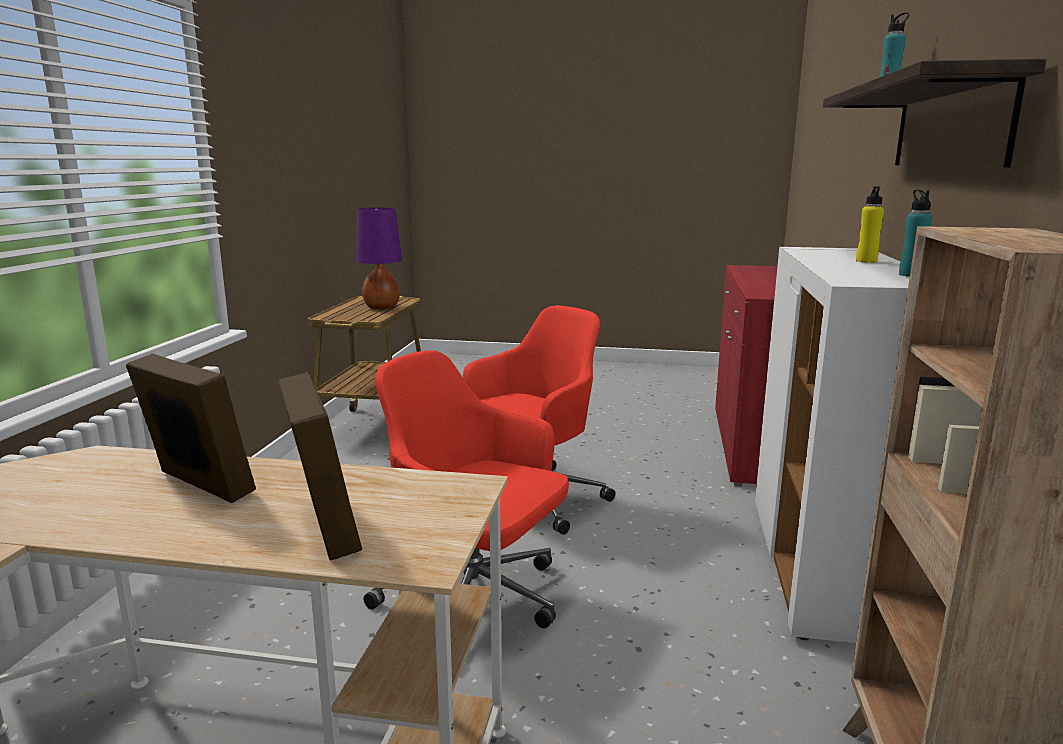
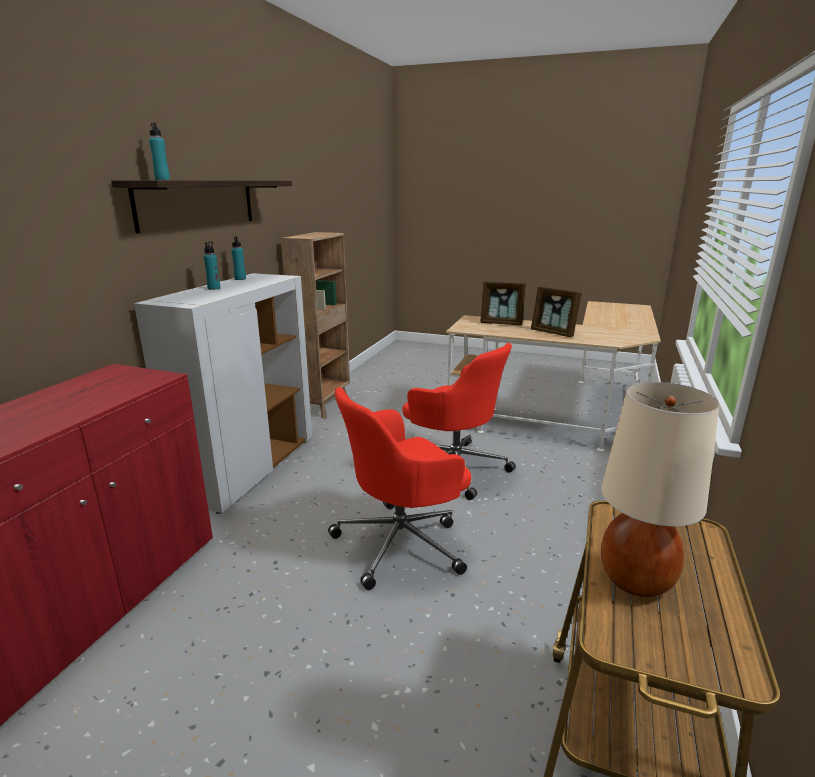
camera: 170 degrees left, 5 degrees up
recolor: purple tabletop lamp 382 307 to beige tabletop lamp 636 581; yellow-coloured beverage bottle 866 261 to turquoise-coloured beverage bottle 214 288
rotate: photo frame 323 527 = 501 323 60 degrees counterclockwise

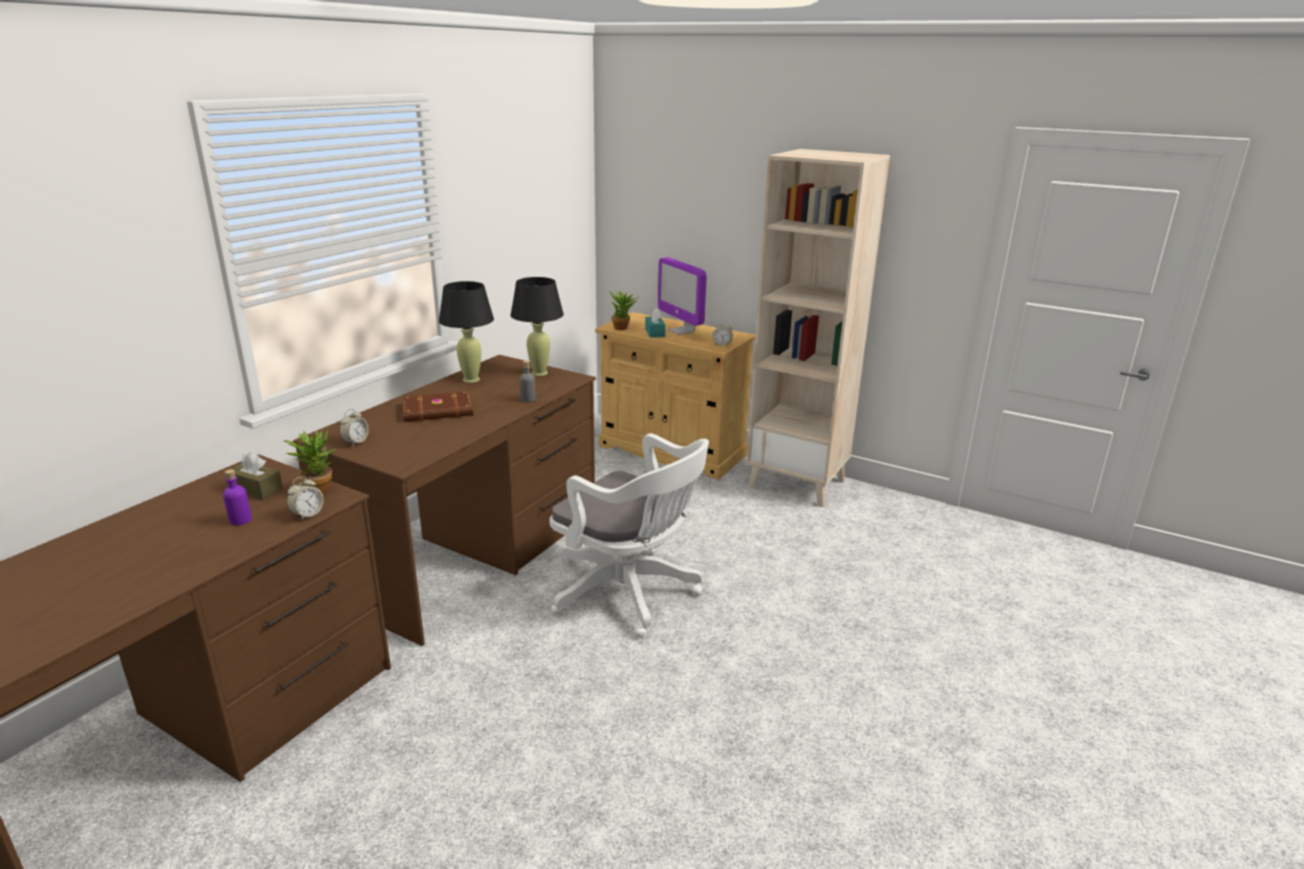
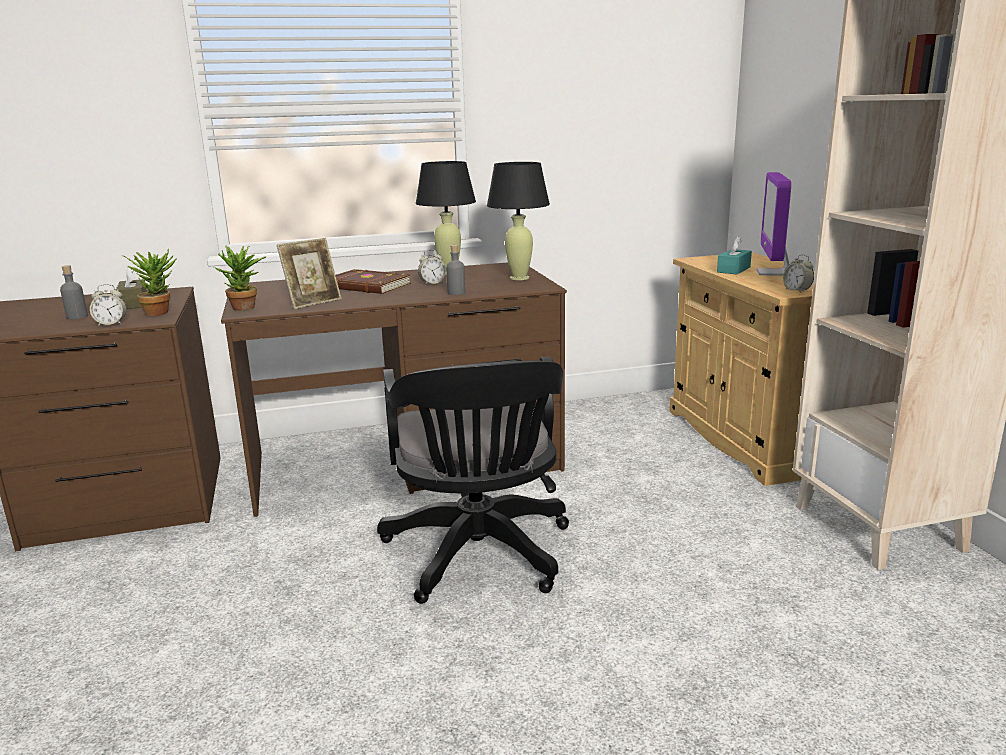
camera: 45 degrees right, 5 degrees down
insert: photo frame 313 303
move: alarm clock 355 442 to 432 283; plant in a pot 623 328 to 246 309
recolor: purple beverage bottle 240 520 to greyish beverage bottle 77 316; white computer chair 630 593 to black computer chair 479 557

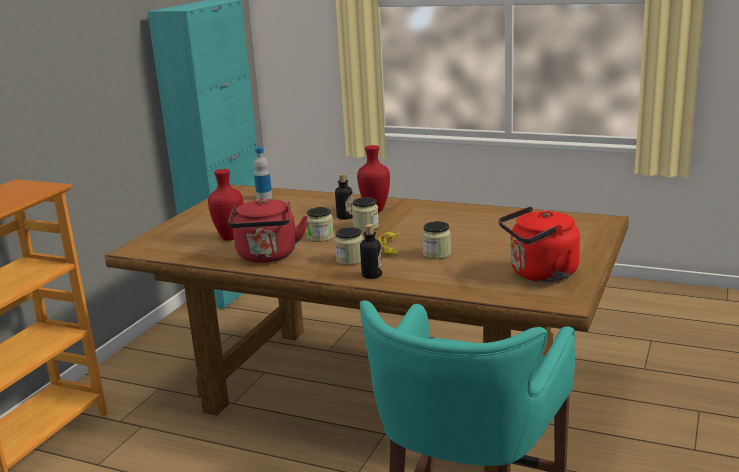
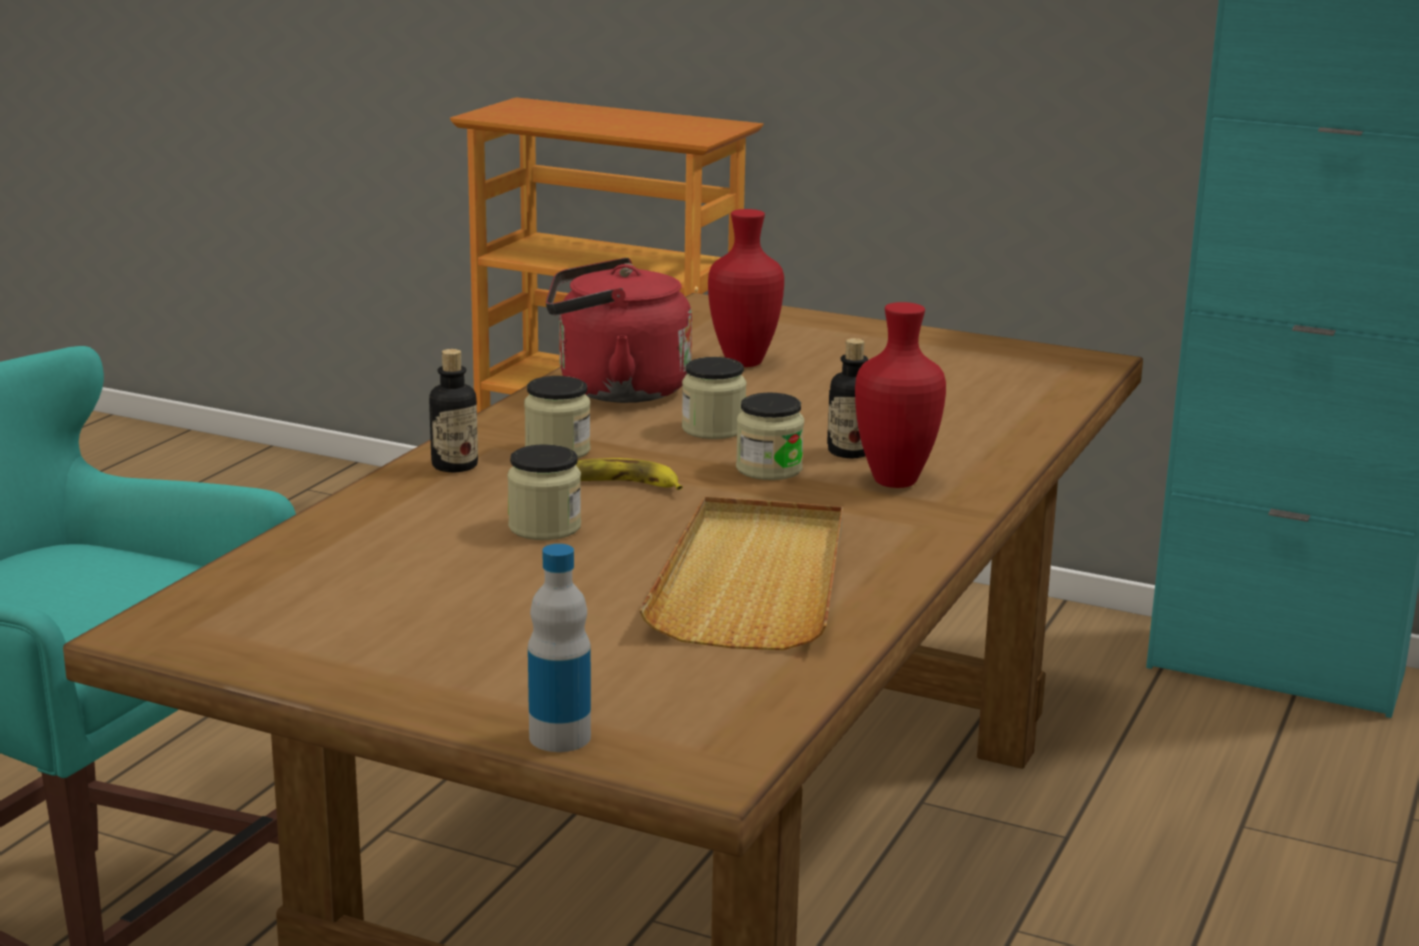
camera: 90 degrees right, 0 degrees up
delete: red kettle 540 274
insert: beige tray 753 581
move: beverage bottle 264 197 to 560 737

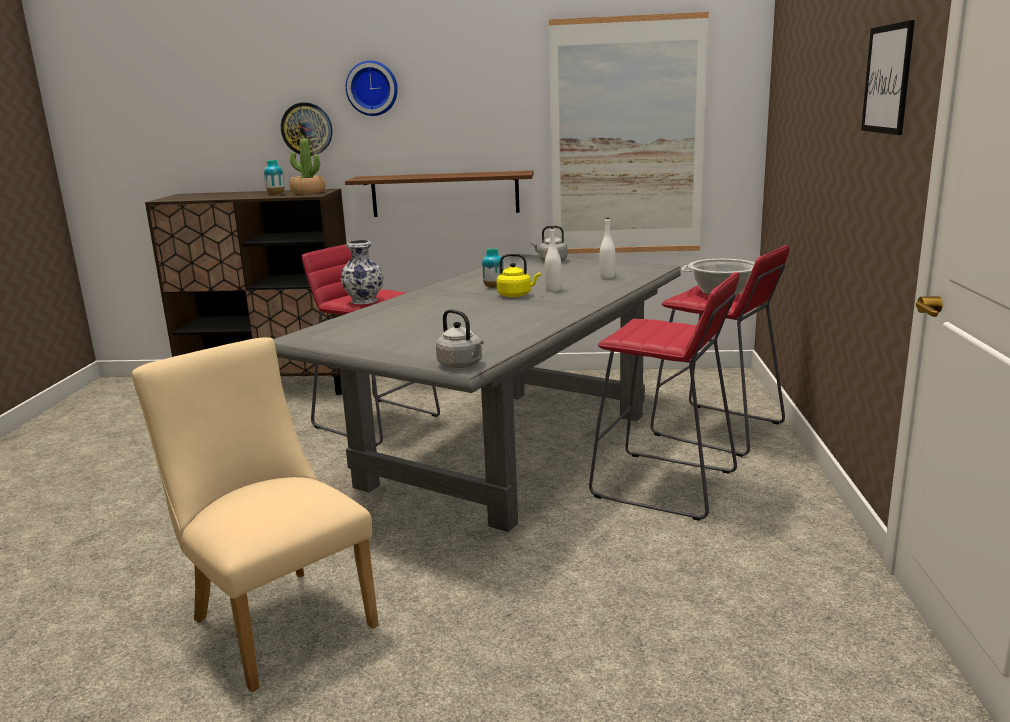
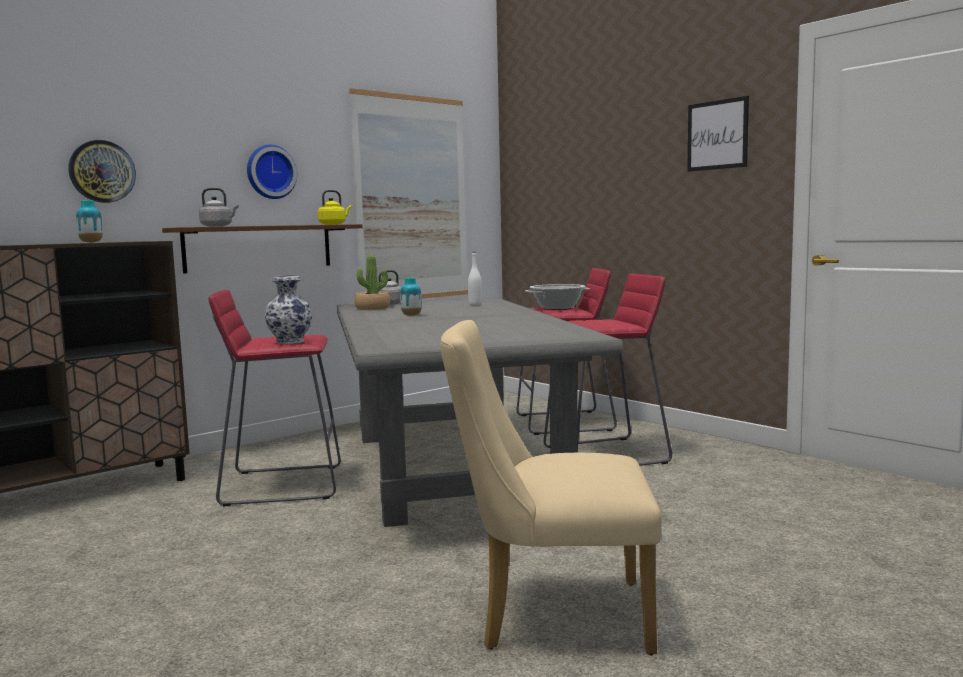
camera: 45 degrees left, 10 degrees down
delete: white beverage bottle 553 290
move: plant in a pot 308 192 to 372 308; hanging clock 372 88 to 270 172; greyish kettle 462 365 to 218 226; yellow-coloured kettle 516 295 to 333 224

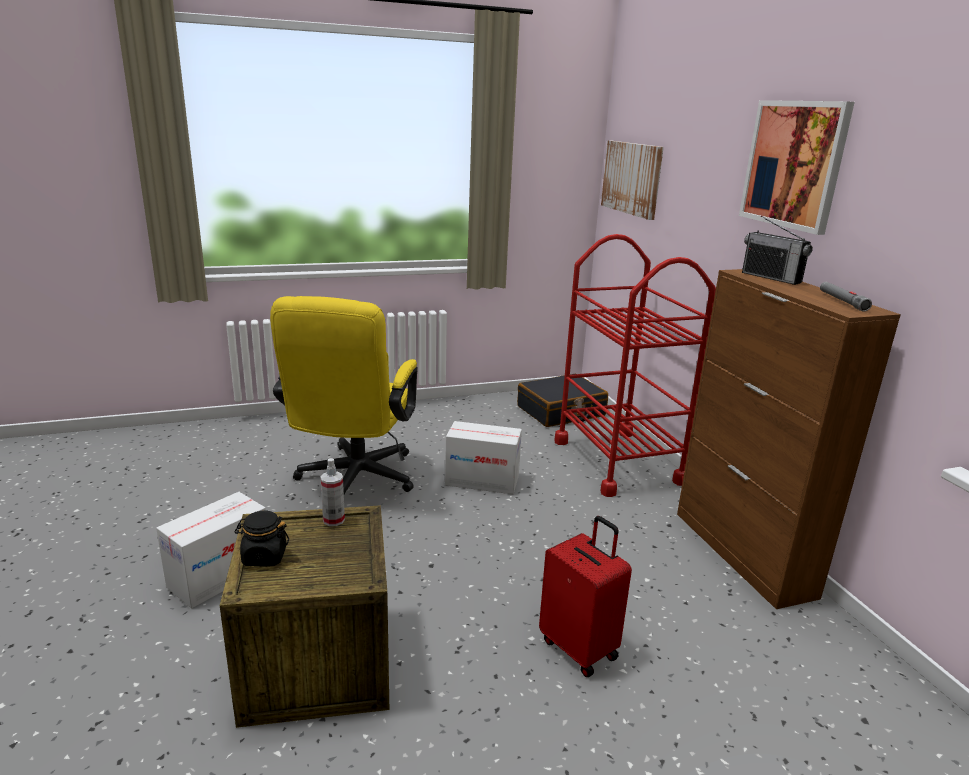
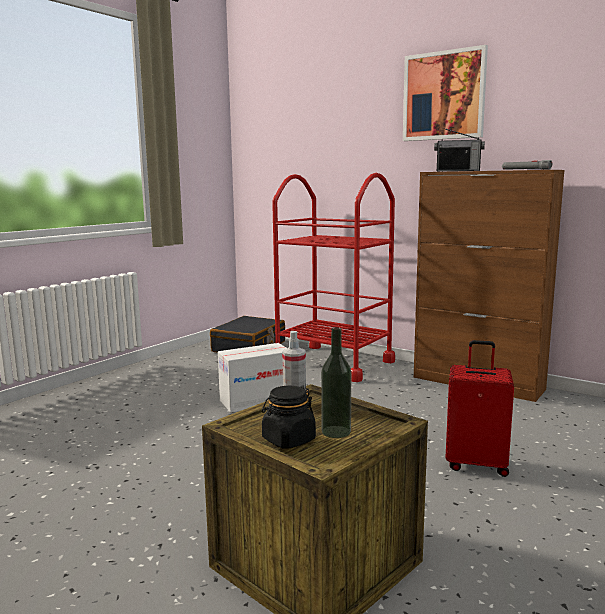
camera: 35 degrees left, 10 degrees down
delete: packing box 220 576; yellow-coloured computer chair 353 482; wall picture 632 178
insert: beverage bottle 336 432

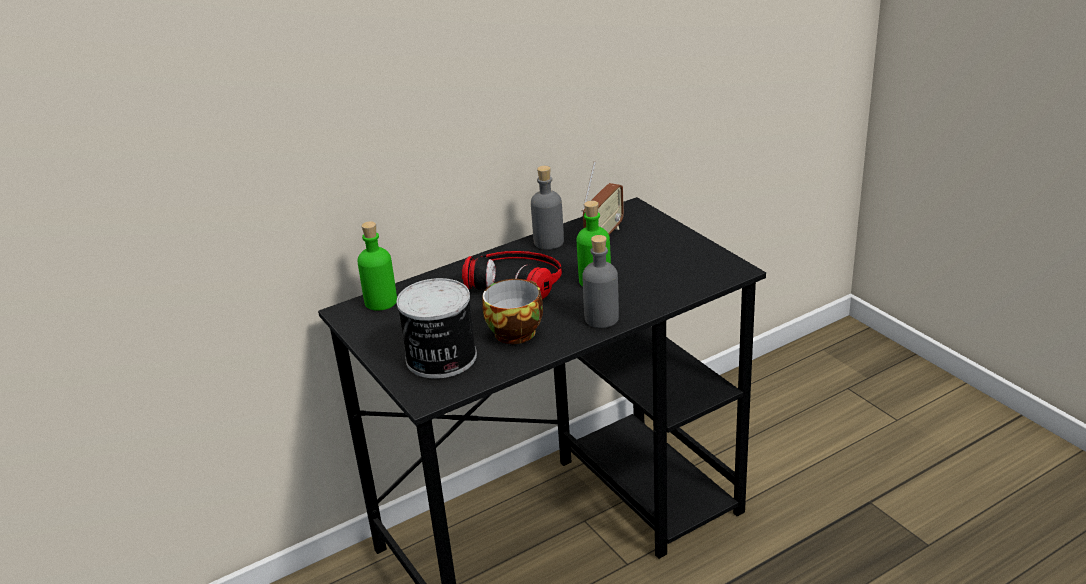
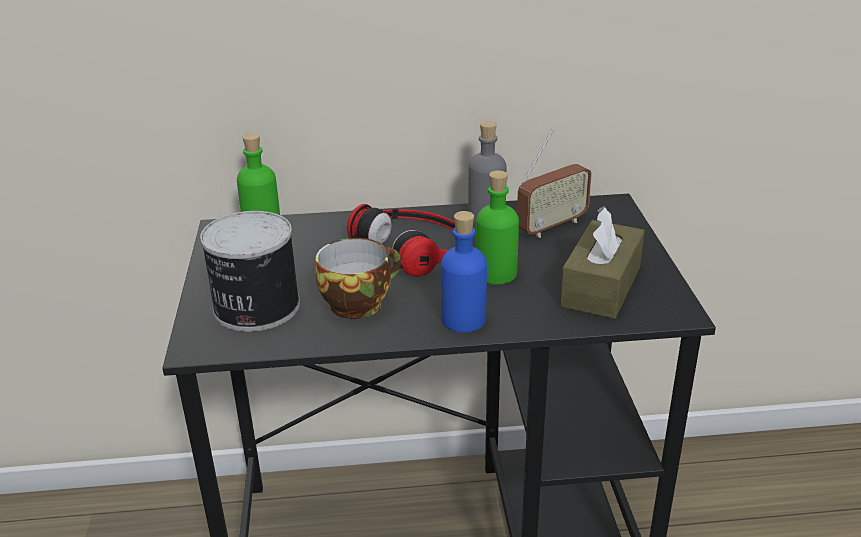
camera: 25 degrees right, 0 degrees up
insert: brown tissue box 601 286
recolor: greyish beverage bottle 601 318 to blue-coloured beverage bottle 463 320

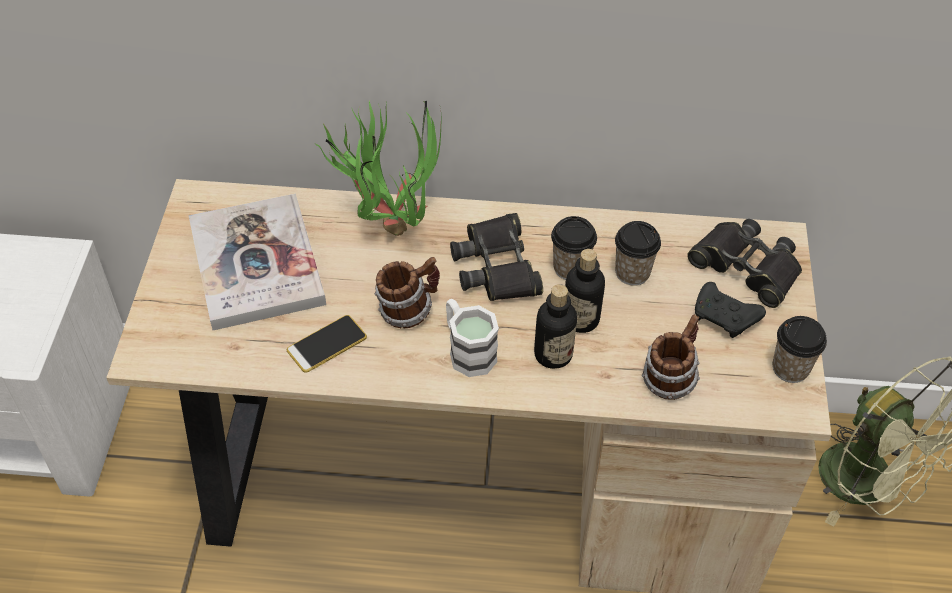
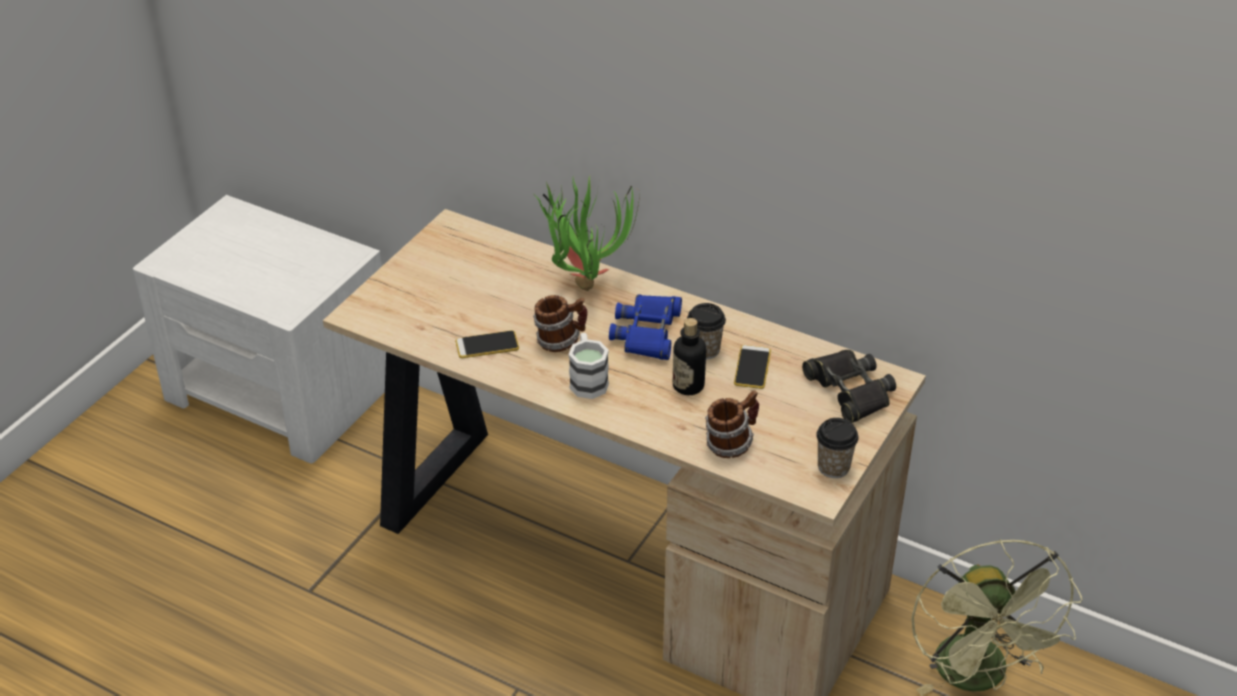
camera: 25 degrees right, 10 degrees down
delete: volume 256 264; beverage bottle 553 354; black joypad 725 318
replace: cup 632 273 to phone 752 367
recolor: black binoculars 497 266 to blue-coloured binoculars 647 332

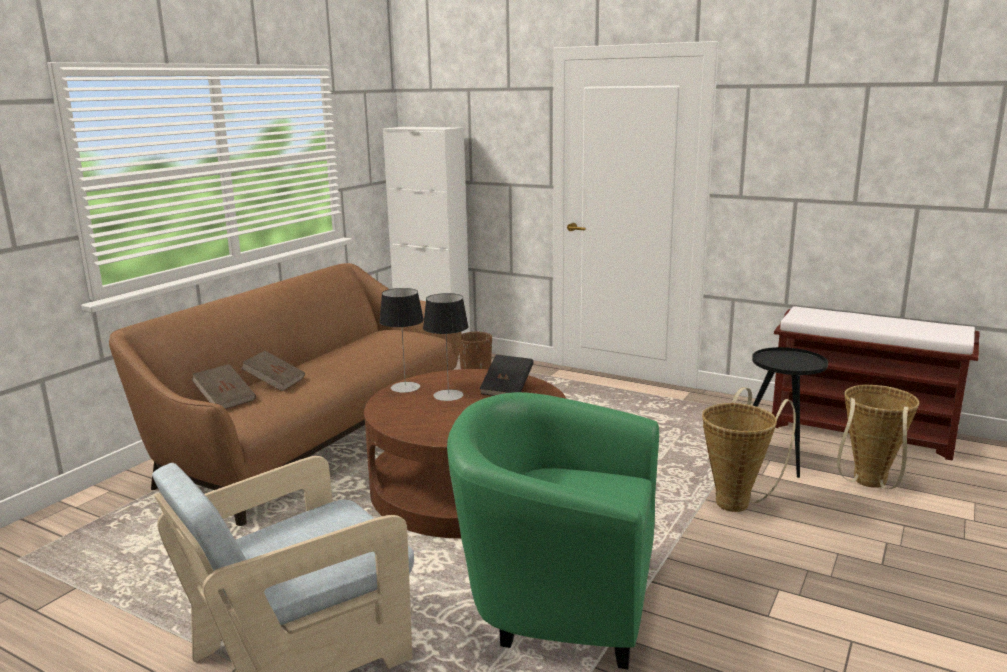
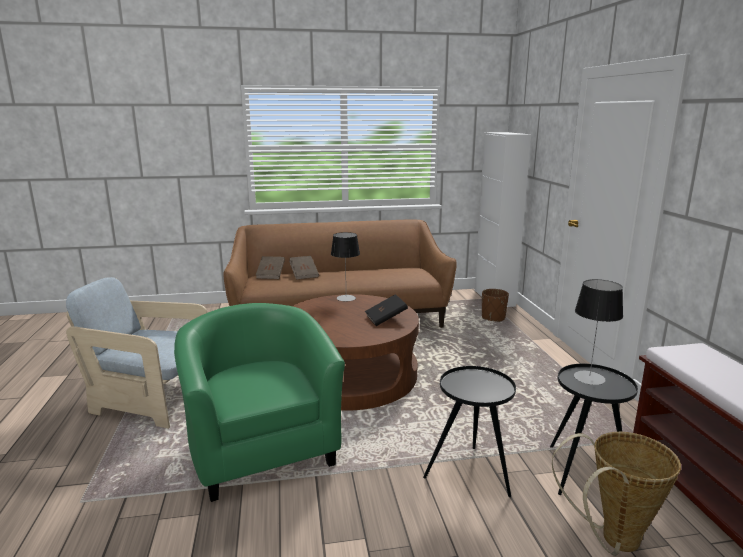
camera: 50 degrees right, 0 degrees up
move: tabletop lamp 448 395 to 589 378
replace: household basket 737 501 to black side table 470 476

